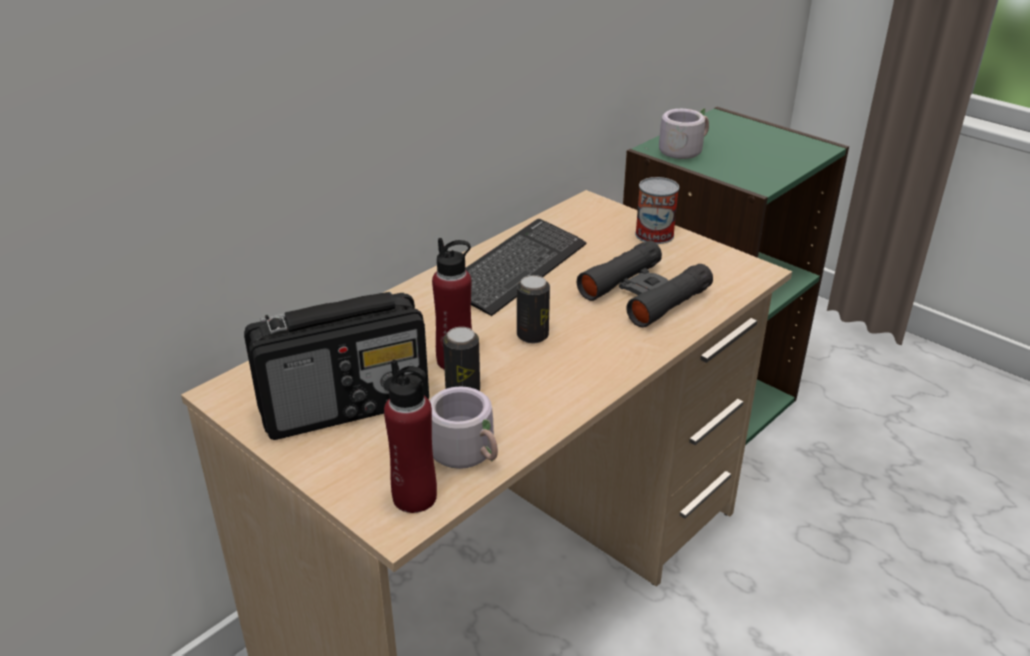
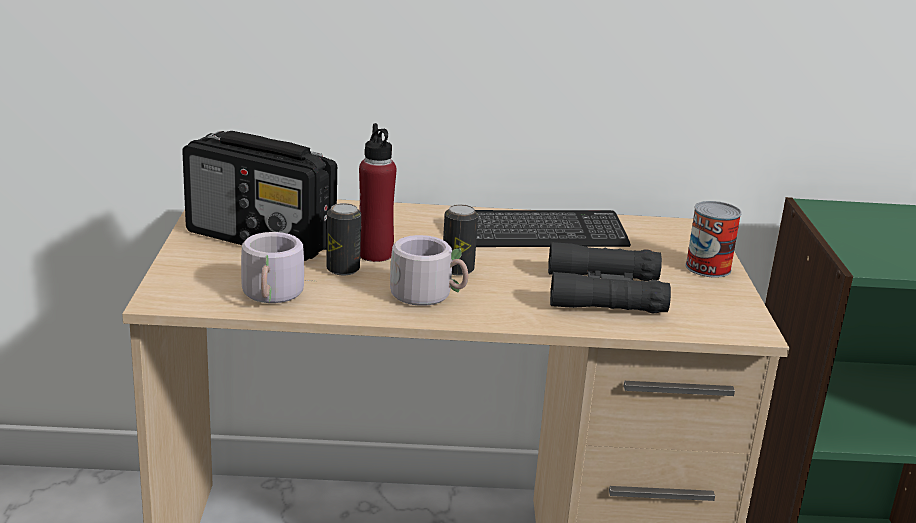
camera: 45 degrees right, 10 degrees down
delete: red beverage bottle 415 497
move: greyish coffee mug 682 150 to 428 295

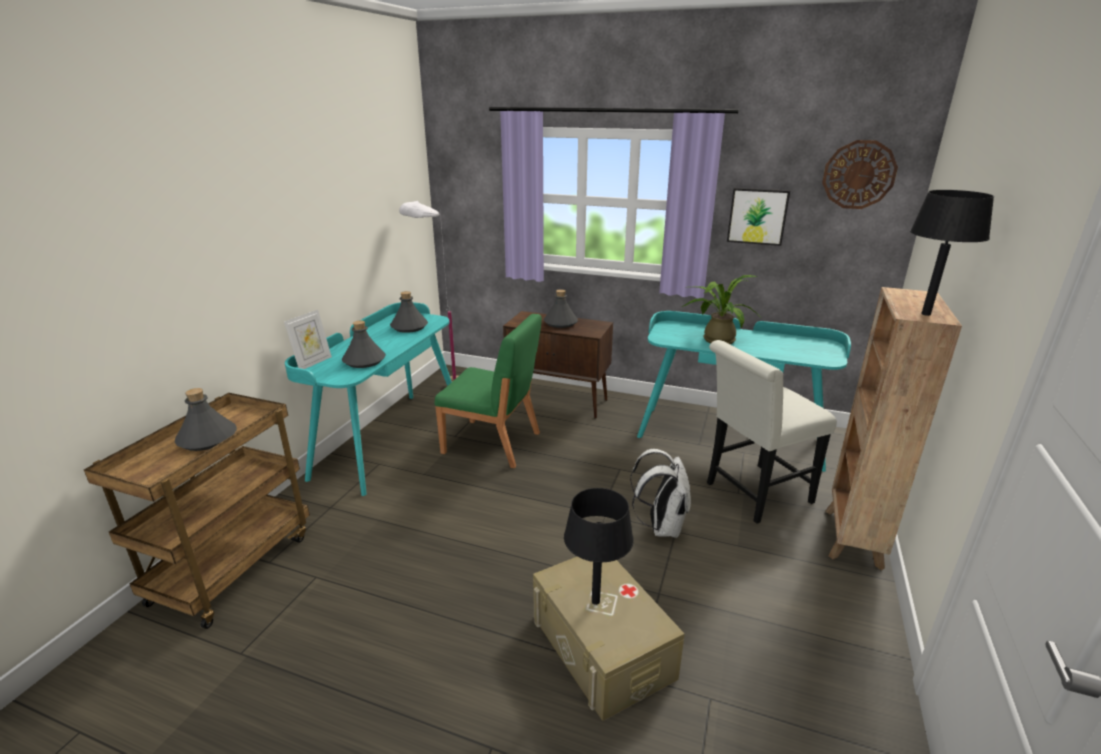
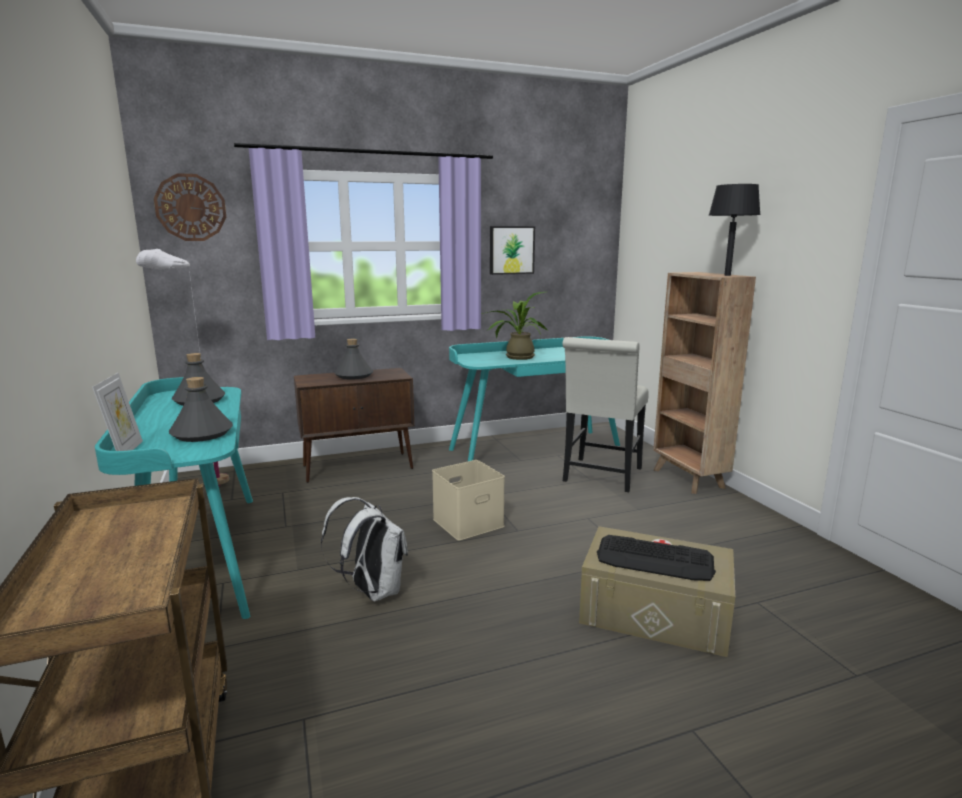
camera: 40 degrees left, 10 degrees down
delete: greyish beverage bottle 208 439; greenish upright chair 492 443
insert: beige storage bin 467 523
move: white rucksack 661 526 to 372 591; hanging clock 859 175 to 190 207
replace: black tabletop lamp 596 601 to computer keyboard 655 559

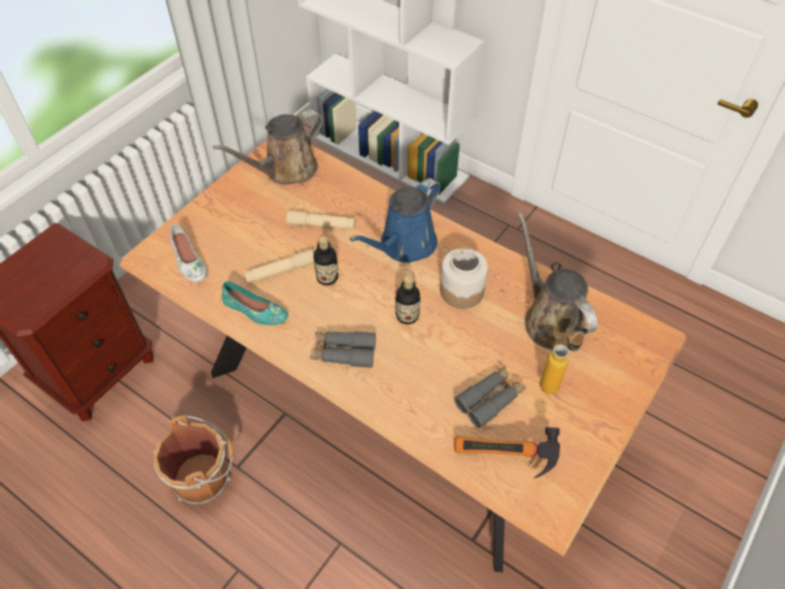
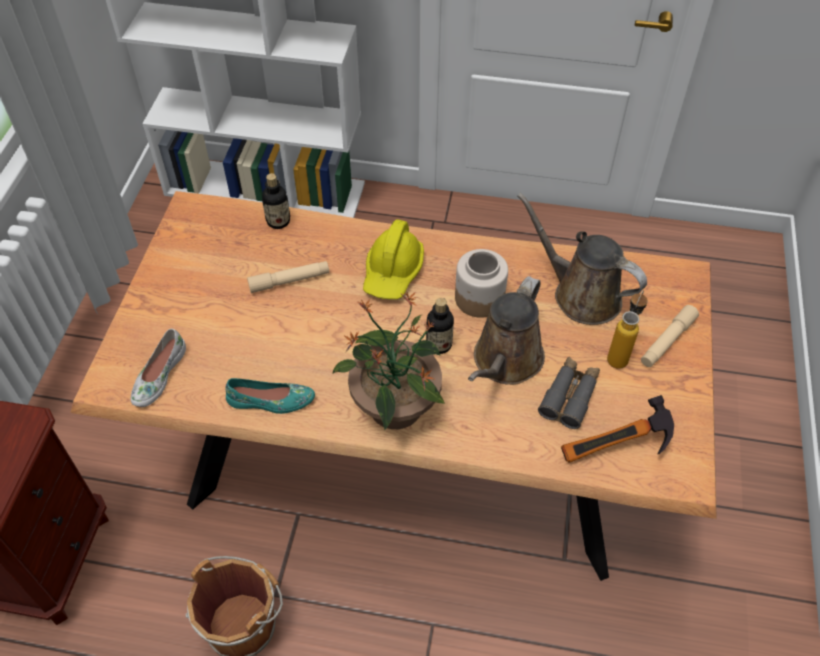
camera: 25 degrees left, 0 degrees up
move: brown sprinkling can 286 170 to 505 362; beige hand torch 280 271 to 667 341; beverage bottle 327 277 to 278 221
replace: greyish binoculars 343 352 to plant in a pot 395 408; blue-coloured sprinkling can 404 245 to yellow-coloured work helmet 393 272
rotate: white shoe 188 261 = 158 375 75 degrees clockwise

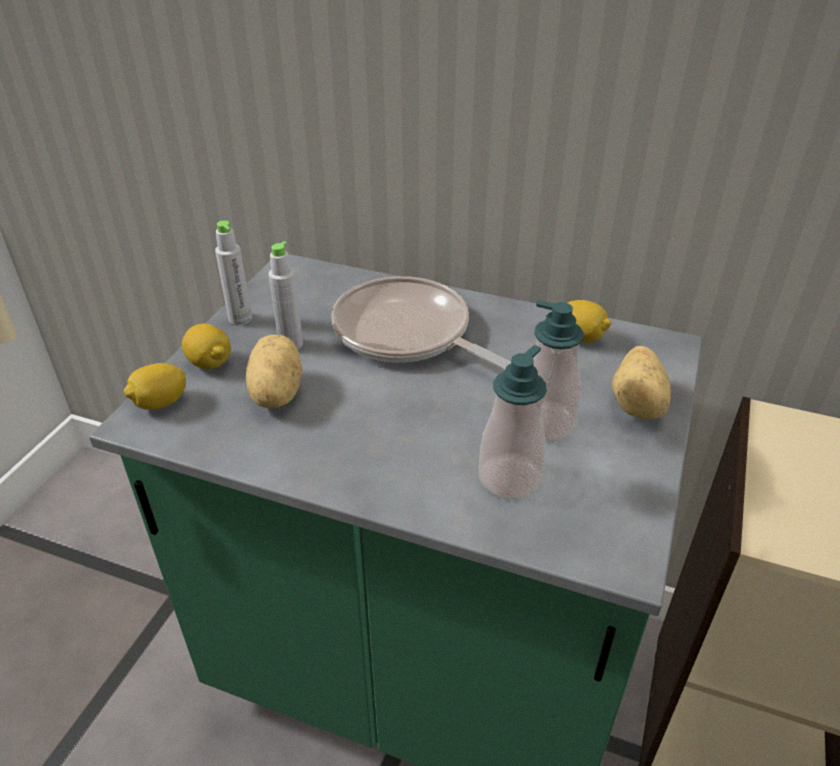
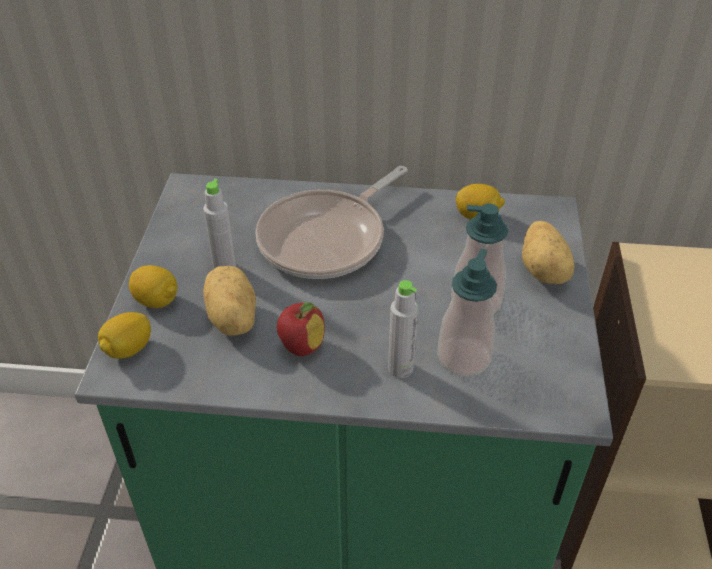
camera: 15 degrees left, 5 degrees up
insert: whole apple 301 346
move: greyish beverage bottle 240 319 to 400 368
rotate: skillet 407 334 = 327 238 75 degrees counterclockwise

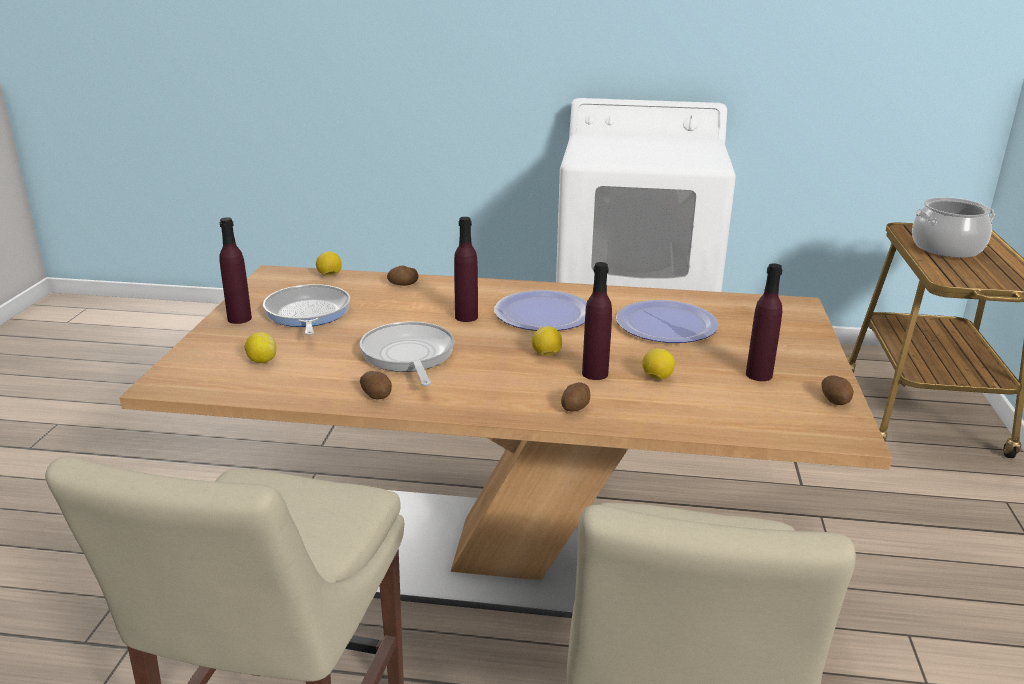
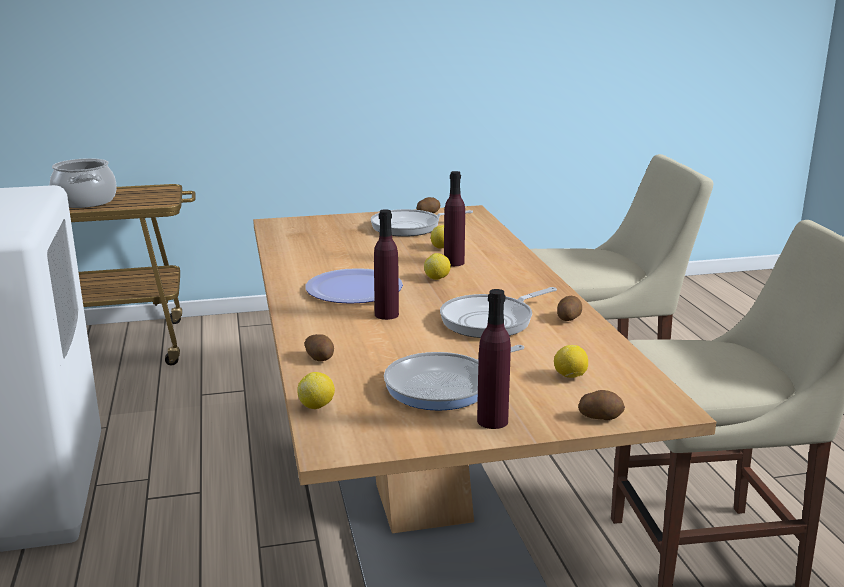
camera: 110 degrees left, 5 degrees down
delete: plate 666 324
move: potato 576 407 to 600 416
replace: purple beverage bottle 759 375 to skillet 410 227

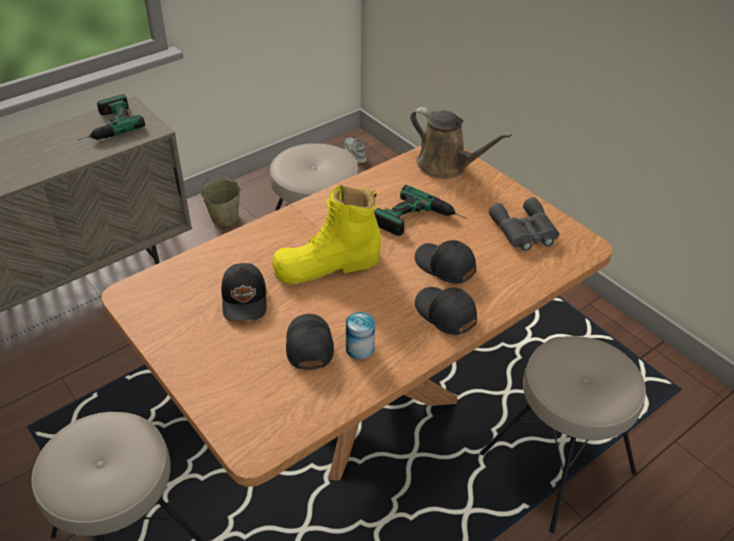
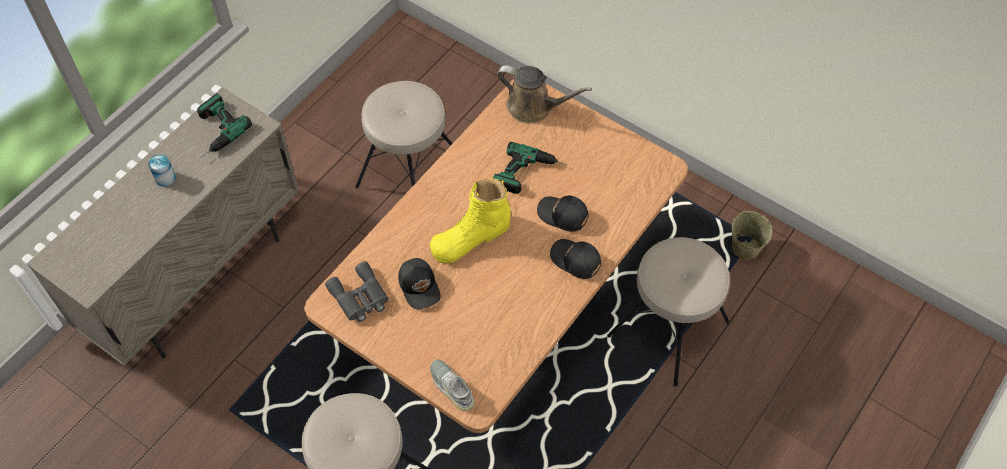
camera: 15 degrees left, 15 degrees up
delete: black cap 308 345
move: beige water bucket 225 217 to 745 247; greyish shoe 355 153 to 452 387; sealed can 360 348 to 165 178; greyish binoculars 524 231 to 360 298

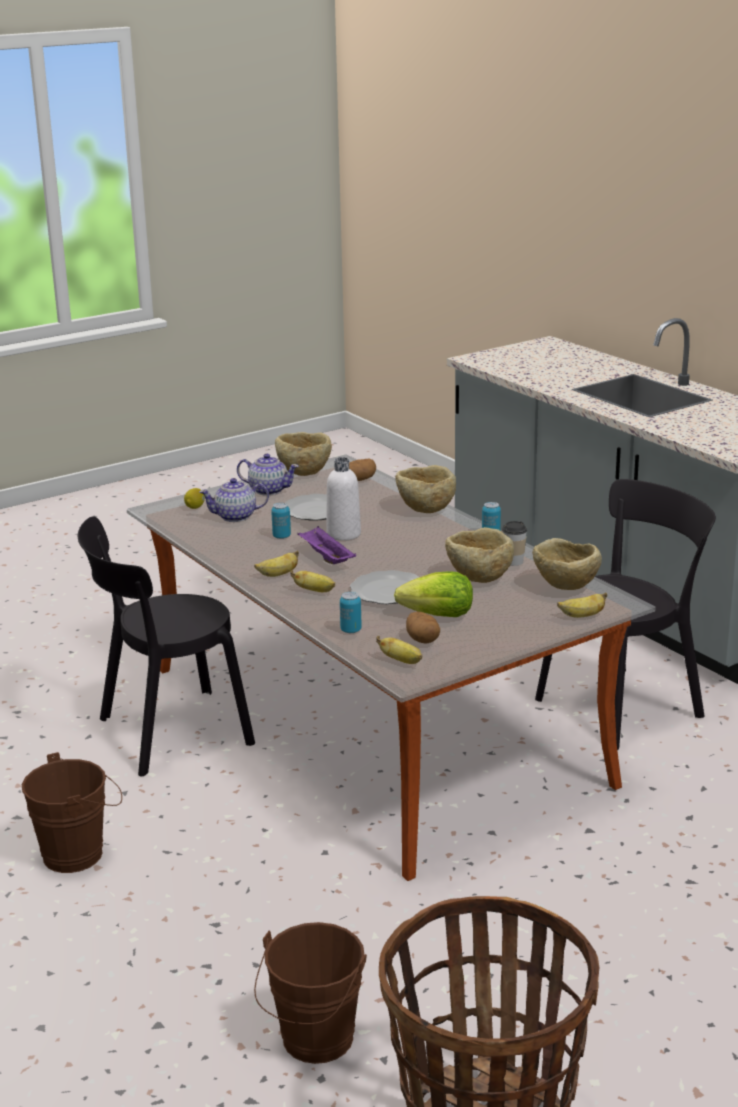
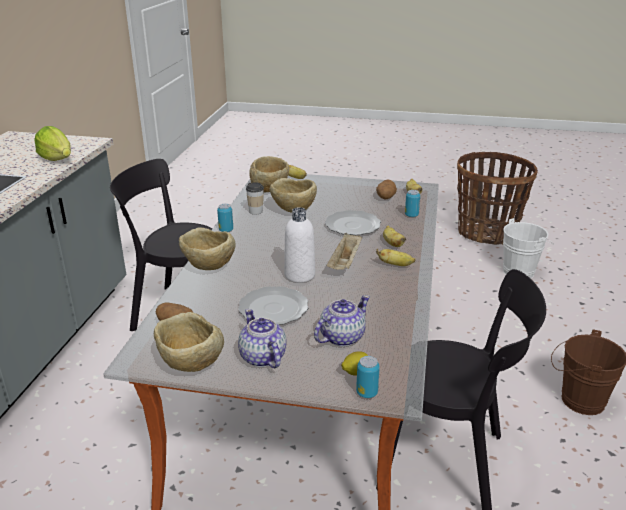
camera: 135 degrees left, 5 degrees up
move: sealed can 281 536 to 367 393; lettuce head 438 616 to 57 159
recolor: brown water bucket 314 1044 to white water bucket 521 271; purple tray 325 557 to beige tray 345 263
rotate: pot for tea 236 517 = 341 337 75 degrees counterclockwise

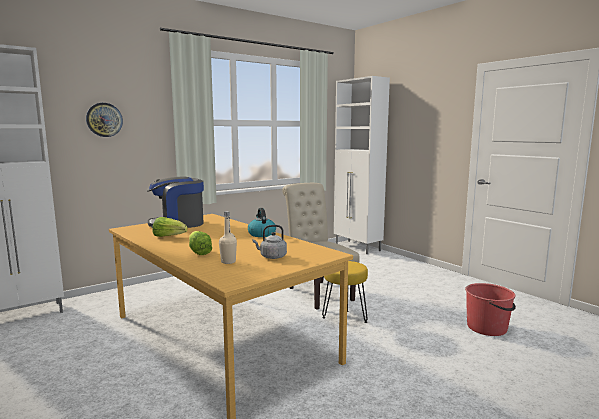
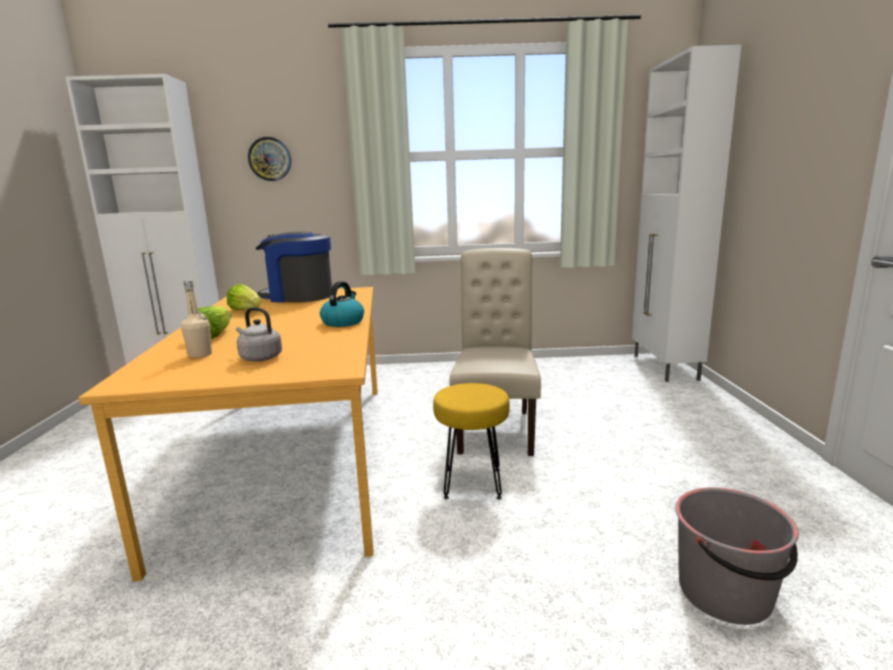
camera: 35 degrees right, 5 degrees up
recolor: red water bucket 487 327 to greyish water bucket 726 593

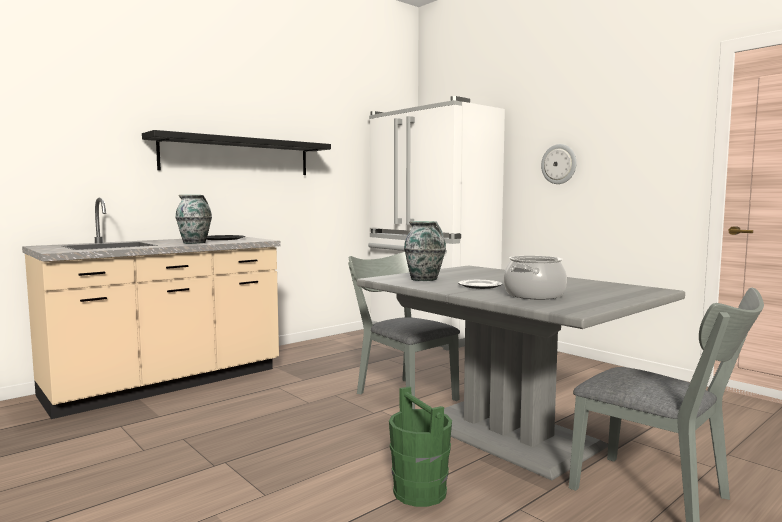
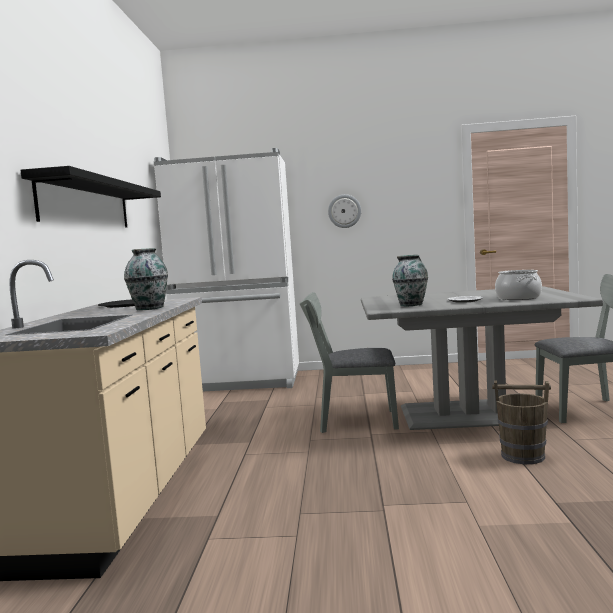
camera: 45 degrees left, 0 degrees up
recolor: greenish water bucket 419 491 to brown water bucket 522 456

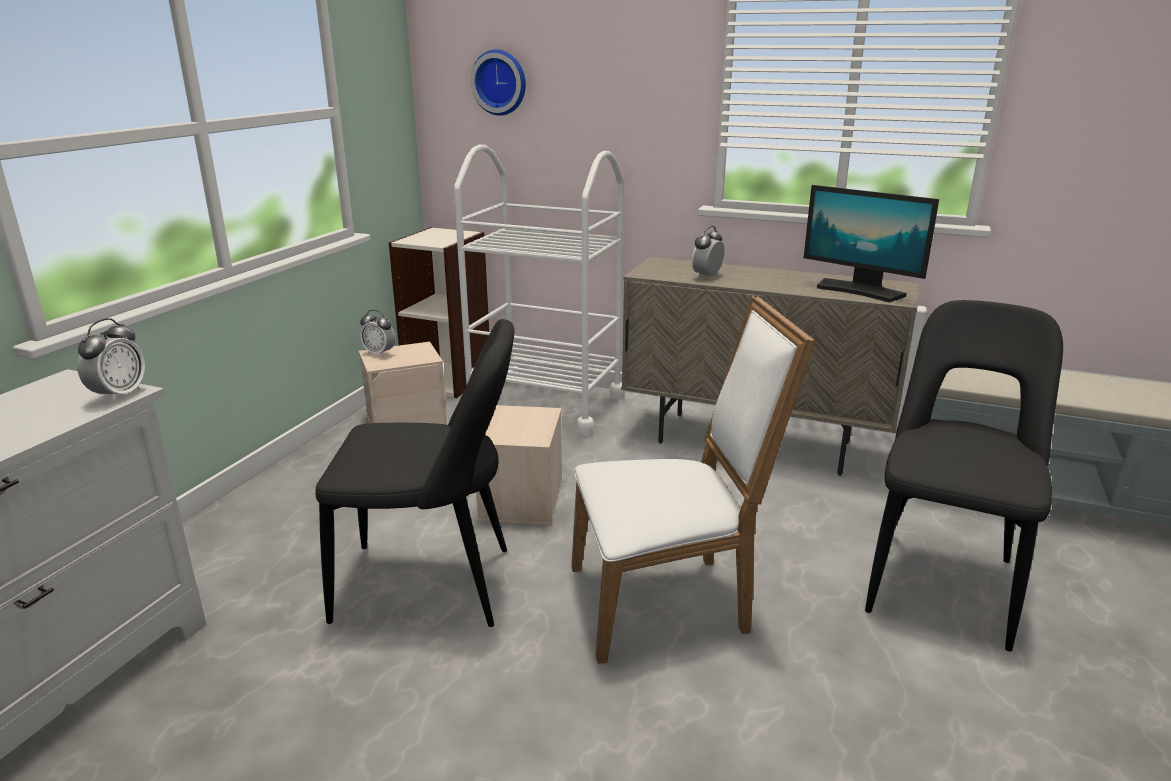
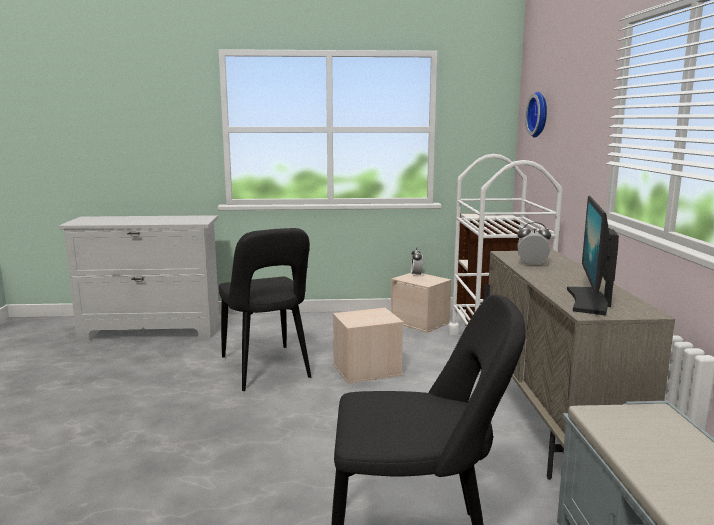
camera: 65 degrees right, 10 degrees down
delete: alarm clock 119 395; white upright chair 668 601

